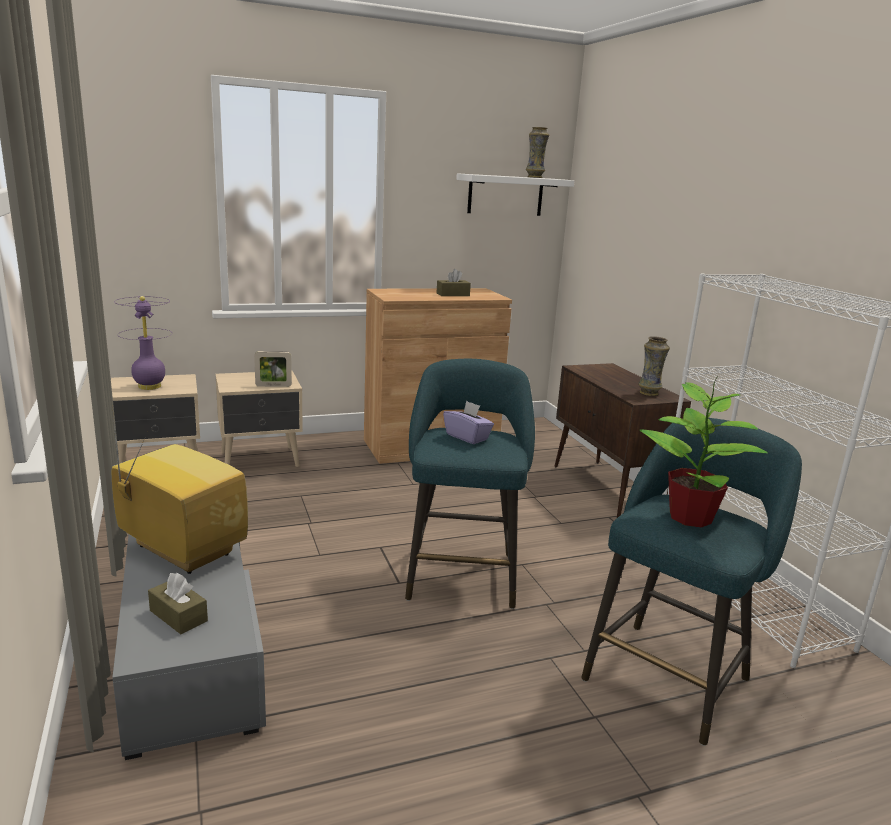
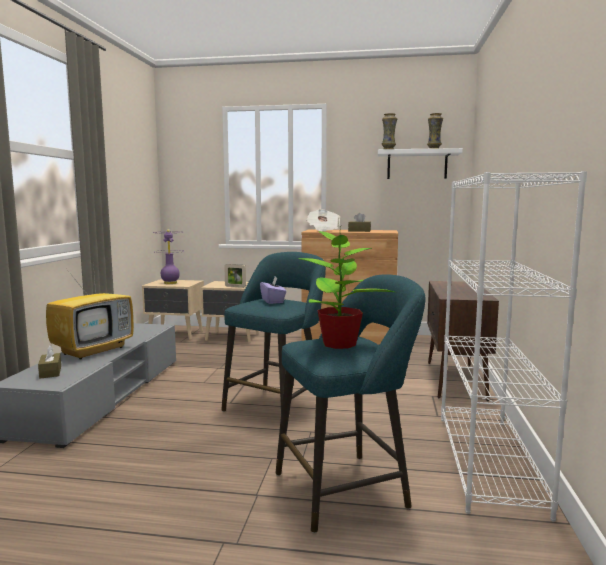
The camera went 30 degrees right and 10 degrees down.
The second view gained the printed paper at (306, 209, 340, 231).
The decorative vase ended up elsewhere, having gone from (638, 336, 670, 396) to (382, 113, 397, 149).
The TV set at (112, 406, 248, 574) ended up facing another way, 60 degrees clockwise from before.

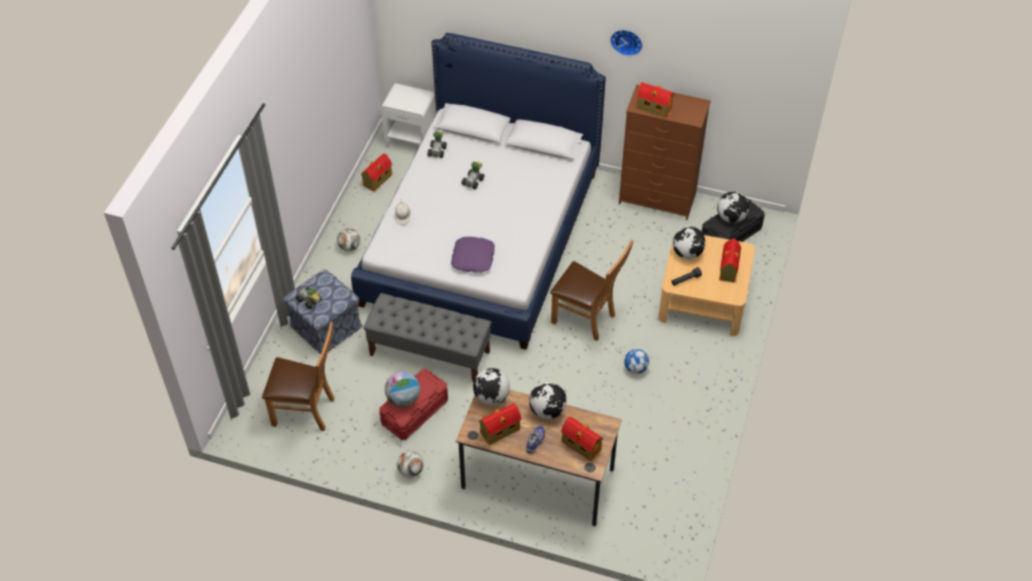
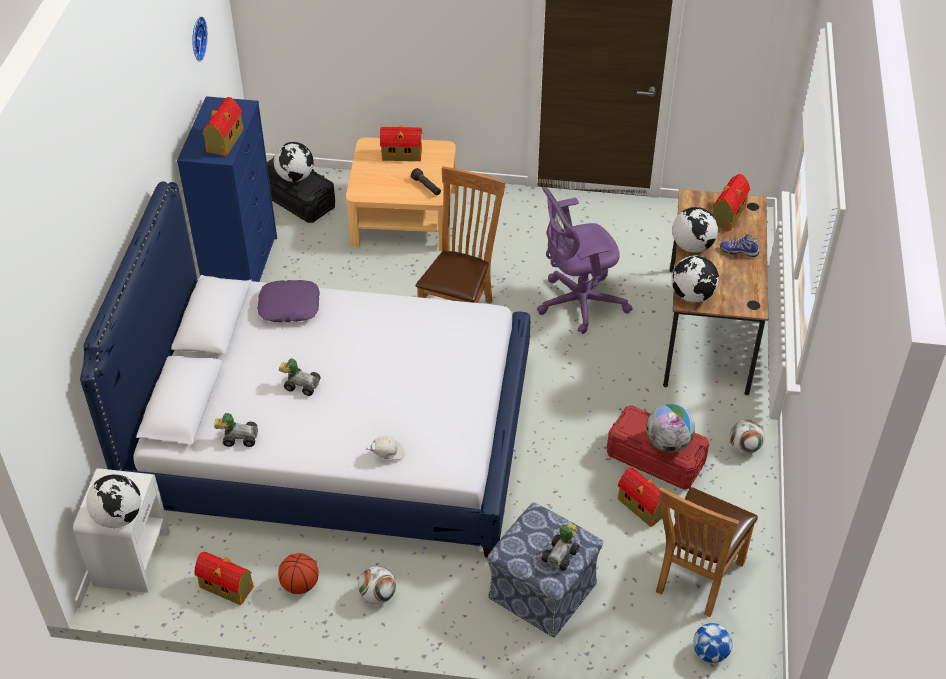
The camera went 100 degrees left and 5 degrees down.
The second view lost the greyish bench at (363, 293, 492, 383).
The second view gained the basketball at (278, 553, 318, 594).
The second view gained the purplish computer chair at (537, 187, 633, 334).
The purplish pillow ended up elsewhere, having gone from (451, 237, 495, 273) to (257, 280, 320, 322).
The model house ended up elsewhere, having gone from (479, 404, 521, 445) to (618, 467, 662, 527).
The hanging clock ended up elsewhere, having gone from (610, 30, 643, 56) to (192, 16, 208, 62).
The ball for football ended up elsewhere, having gone from (624, 349, 649, 374) to (693, 623, 733, 663).
The desk globe ended up elsewhere, having gone from (672, 226, 705, 259) to (86, 475, 141, 528).
What was the brownish dresser at (619, 85, 711, 220) turned into the bluish dresser at (177, 96, 277, 282).
The brownish upright chair at (262, 322, 335, 431) ended up facing another way, 150 degrees counterclockwise from before.

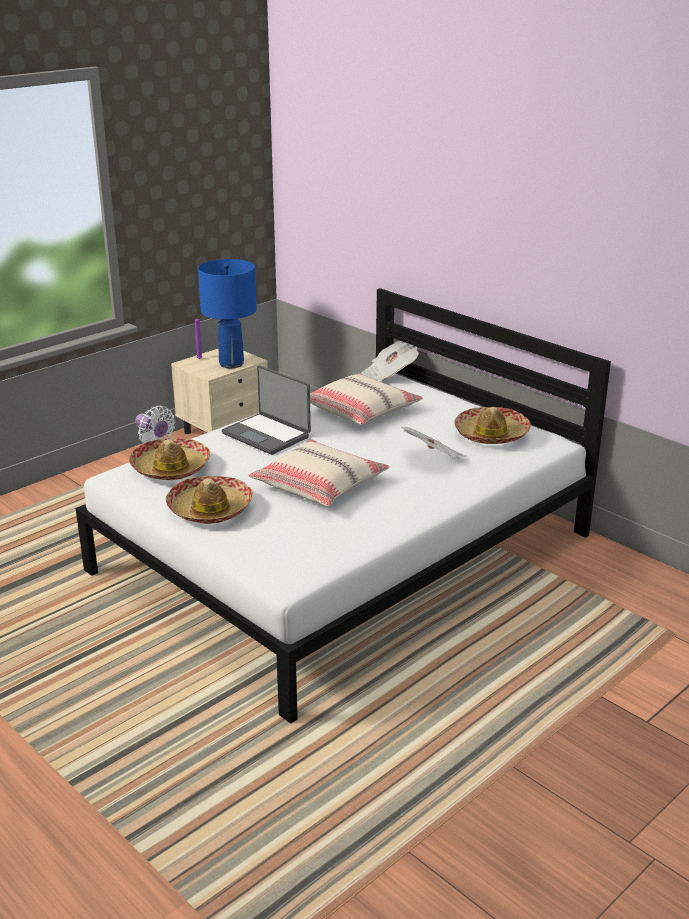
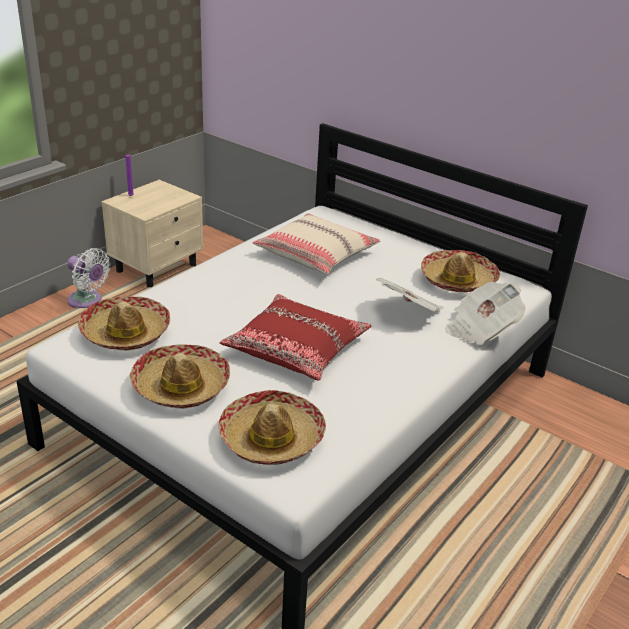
The camera went 10 degrees left and 5 degrees up.
The second view lost the bluish table lamp at (198, 259, 257, 368).
The second view lost the portable computer at (222, 365, 311, 455).
The second view gained the hat at (219, 390, 326, 465).
The printed paper ended up elsewhere, having gone from (361, 341, 419, 382) to (445, 282, 525, 345).
What was the beige-coloured pillow at (248, 440, 390, 507) turned into the red-coloured pillow at (220, 294, 372, 381).

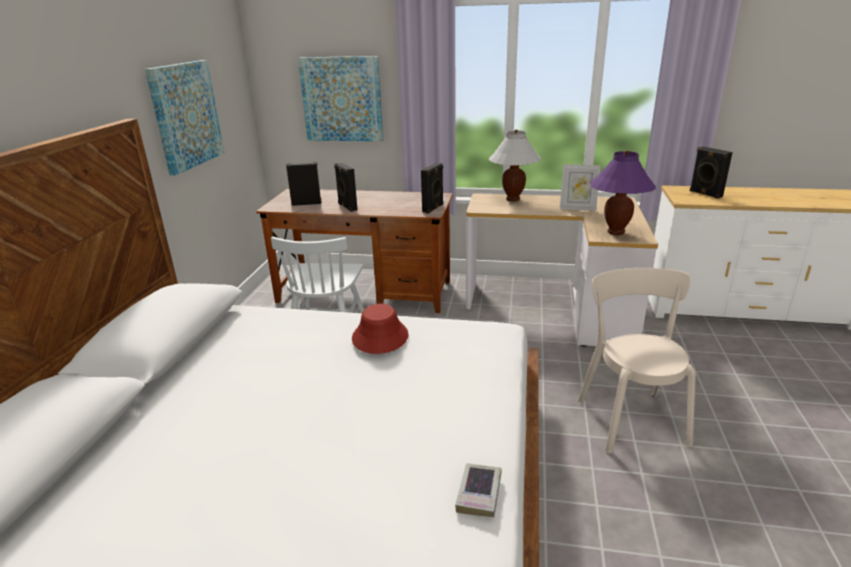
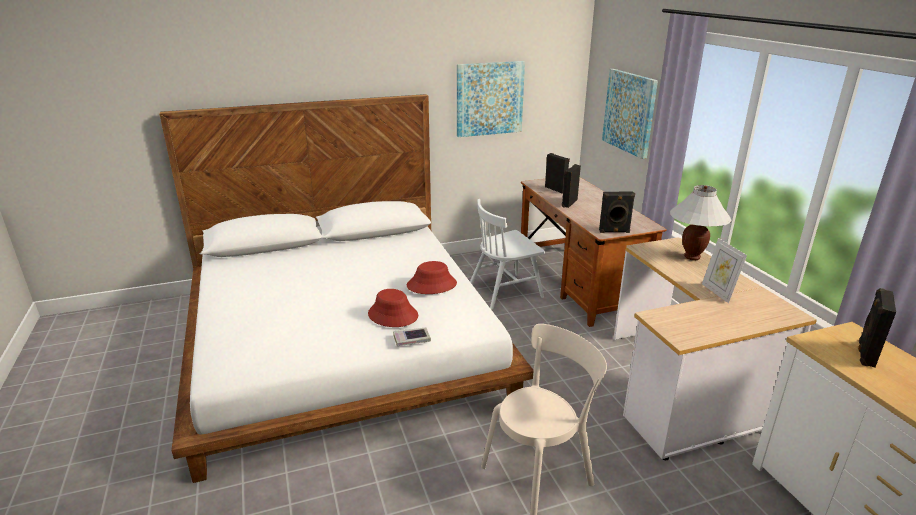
The camera went 60 degrees right and 0 degrees up.
The second view lost the purplish table lamp at (589, 150, 656, 235).
The second view gained the red-coloured hat at (368, 289, 418, 327).
The bound book ended up elsewhere, having gone from (455, 463, 502, 517) to (393, 328, 431, 346).

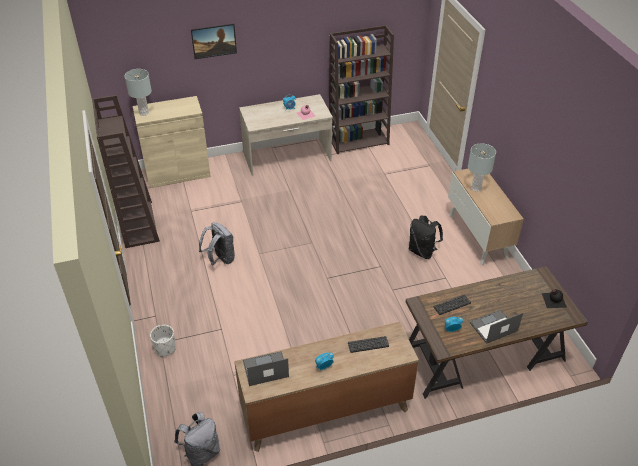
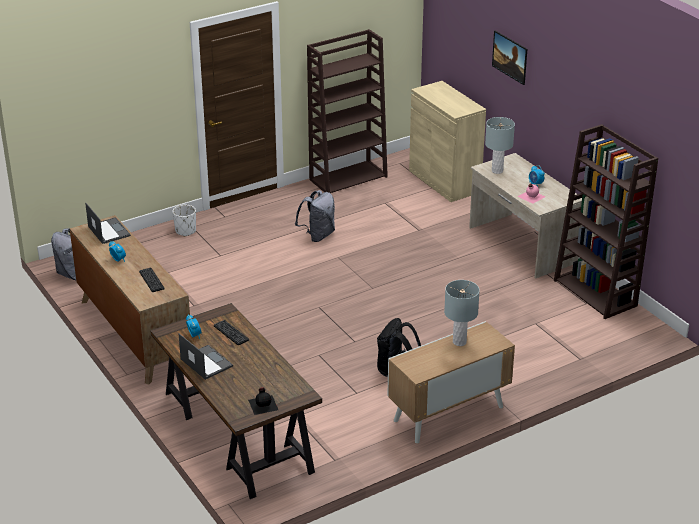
The camera went 75 degrees right and 10 degrees down.
The greyish table lamp ended up elsewhere, having gone from (125, 69, 152, 116) to (485, 117, 515, 174).

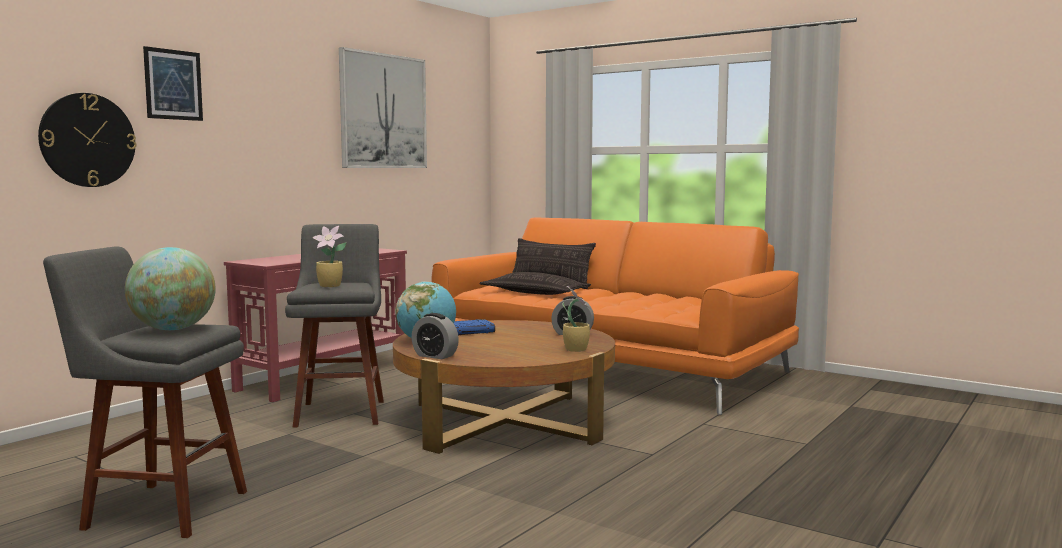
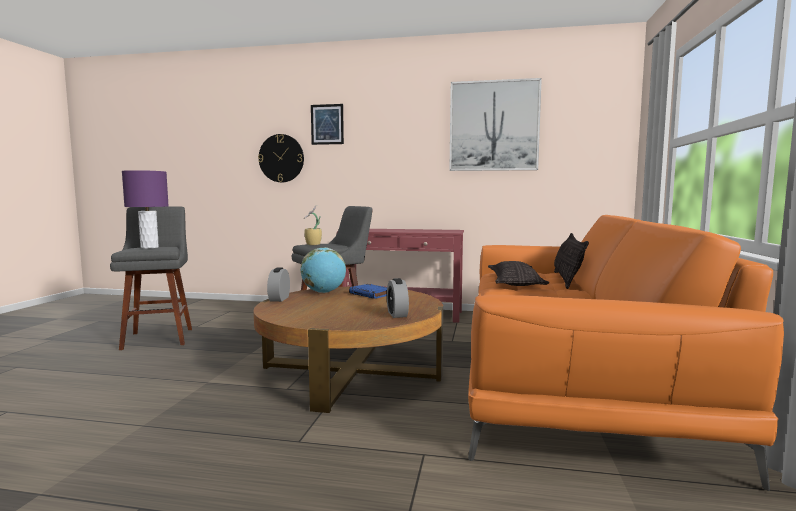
The camera went 65 degrees right and 0 degrees up.
The second view lost the potted plant at (562, 286, 592, 352).
Where the desk globe stood at (125, 247, 216, 330), the purplish table lamp came to stand at (122, 170, 169, 249).

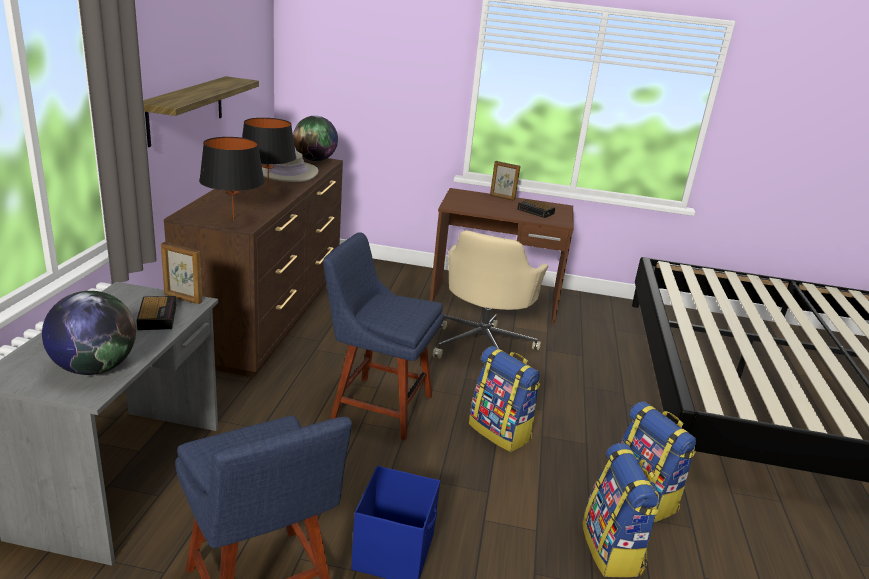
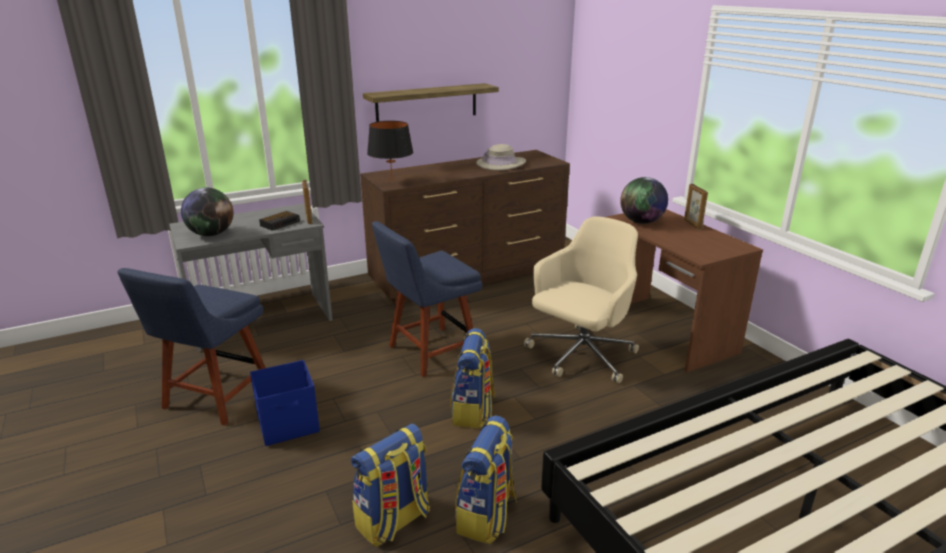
The camera went 55 degrees right and 0 degrees up.
The second view lost the black-coloured table lamp at (242, 118, 296, 192).
The second view lost the bedside clock at (518, 199, 555, 218).
The desk globe ended up elsewhere, having gone from (293, 116, 338, 161) to (620, 177, 668, 224).
The bluish upright chair at (323, 232, 444, 441) ended up facing another way, 105 degrees counterclockwise from before.
The beige-coloured computer chair at (433, 230, 549, 358) ended up facing another way, 150 degrees clockwise from before.

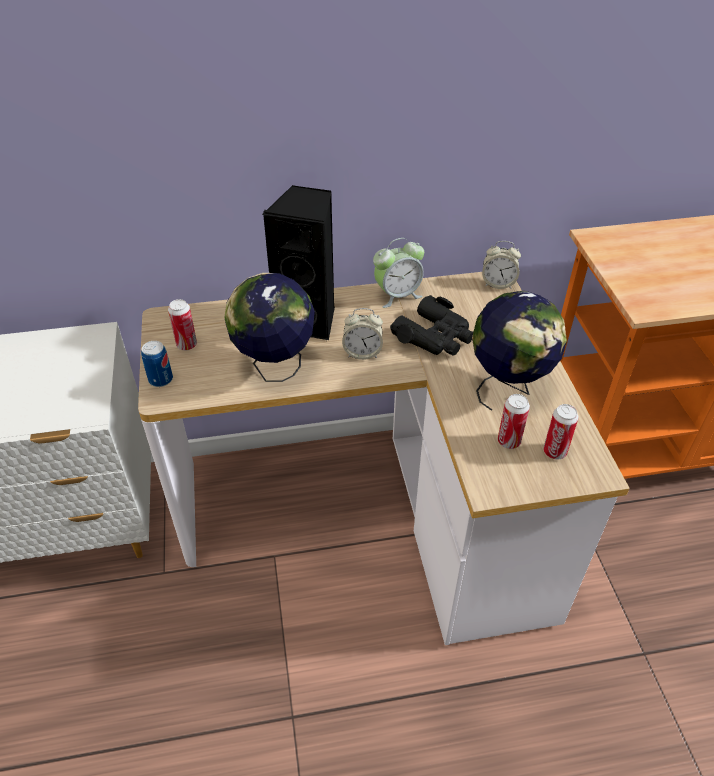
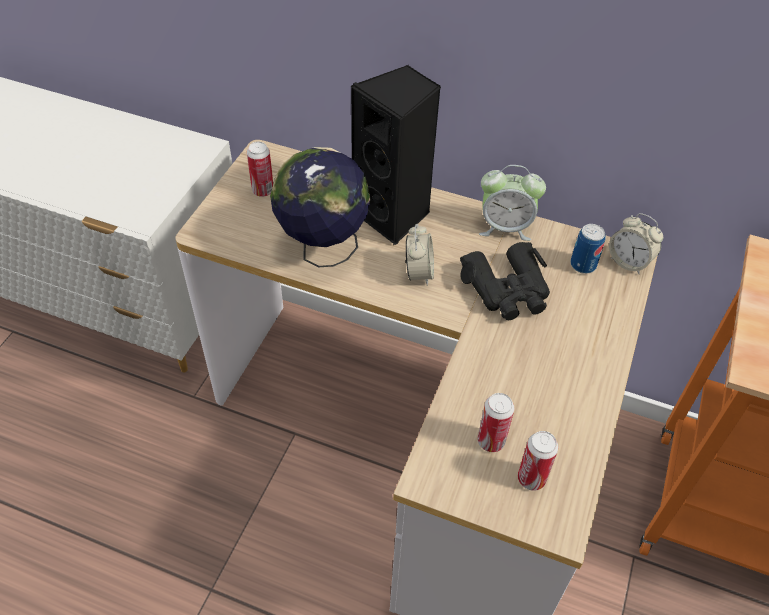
The camera went 30 degrees right and 5 degrees up.
The second view lost the desk globe at (472, 291, 567, 411).
The can ended up elsewhere, having gone from (141, 341, 173, 387) to (570, 224, 606, 274).
The bedside clock at (342, 308, 383, 360) ended up facing another way, 120 degrees counterclockwise from before.

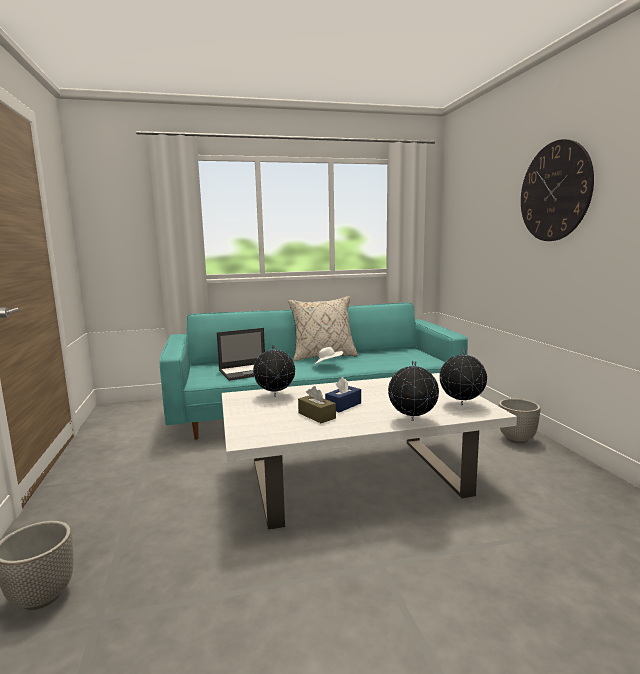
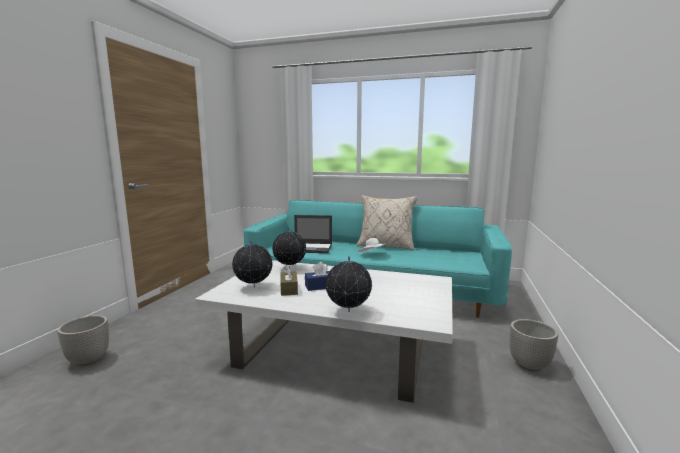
The camera went 30 degrees right and 0 degrees up.
The second view lost the hanging clock at (521, 139, 594, 241).
The desk globe ended up elsewhere, having gone from (439, 350, 487, 405) to (232, 240, 273, 288).

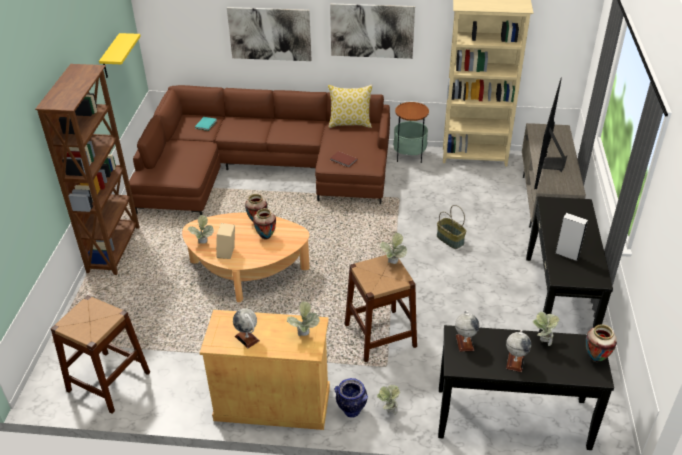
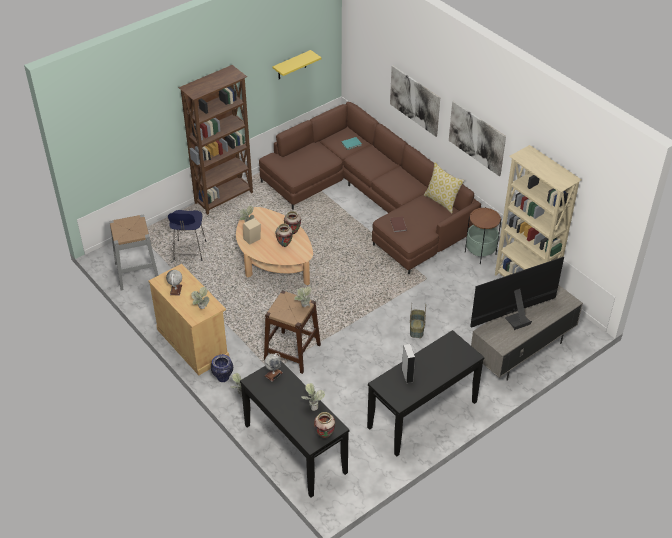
The camera went 45 degrees right and 5 degrees up.
The second view lost the desk globe at (506, 330, 531, 372).
The second view gained the bluish stool at (168, 210, 206, 261).
What was the brownish stool at (51, 295, 150, 414) turned into the greyish stool at (109, 215, 158, 290).

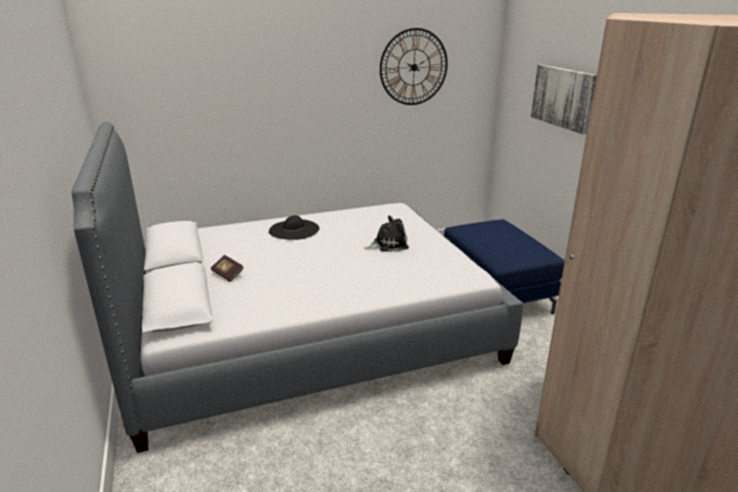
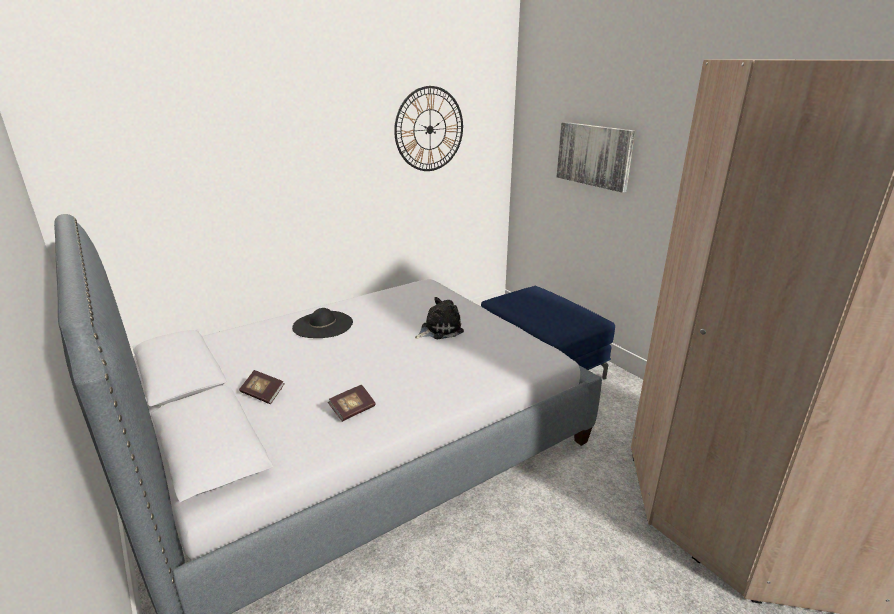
The camera went 15 degrees left and 0 degrees up.
The second view gained the bound book at (328, 385, 376, 422).

